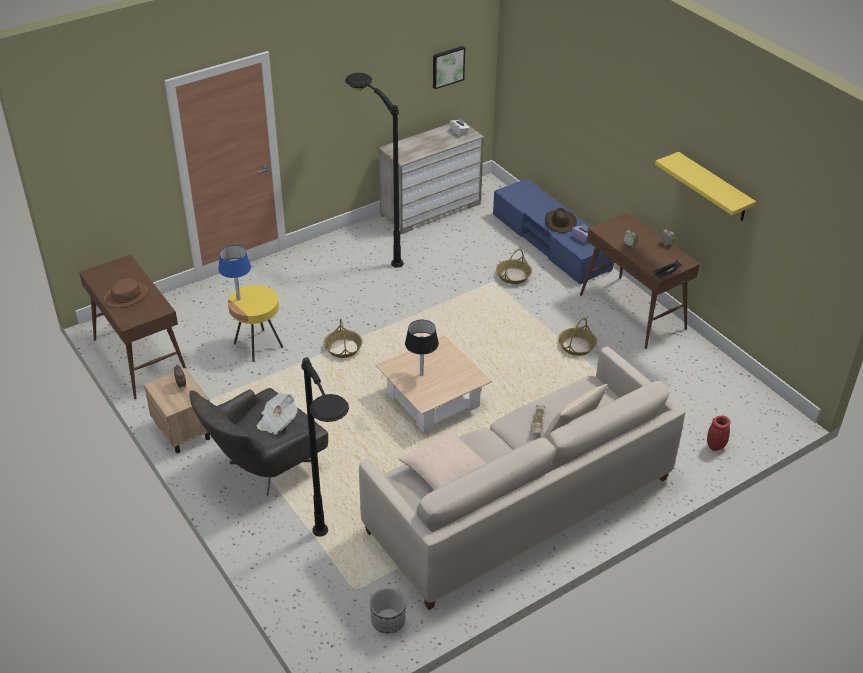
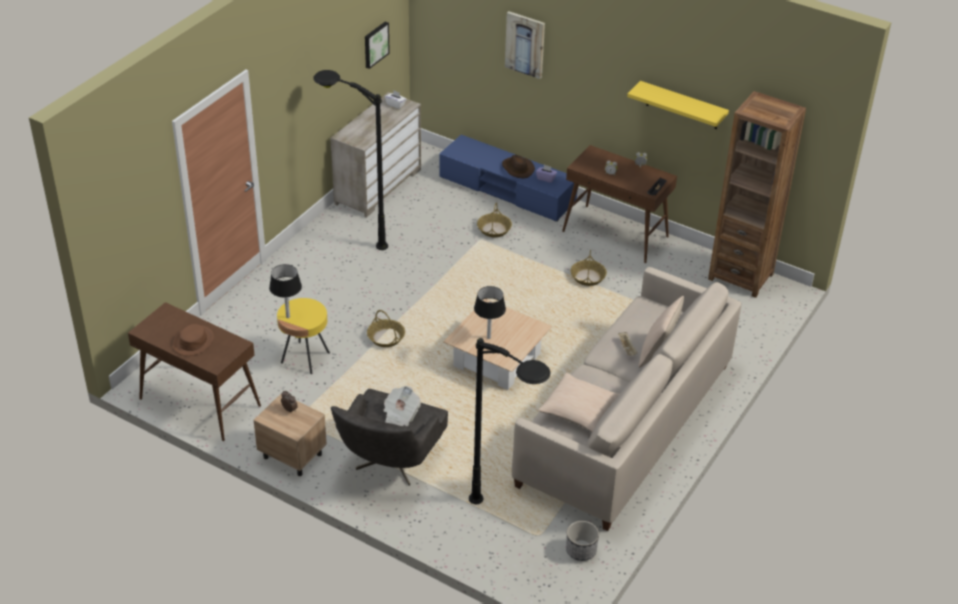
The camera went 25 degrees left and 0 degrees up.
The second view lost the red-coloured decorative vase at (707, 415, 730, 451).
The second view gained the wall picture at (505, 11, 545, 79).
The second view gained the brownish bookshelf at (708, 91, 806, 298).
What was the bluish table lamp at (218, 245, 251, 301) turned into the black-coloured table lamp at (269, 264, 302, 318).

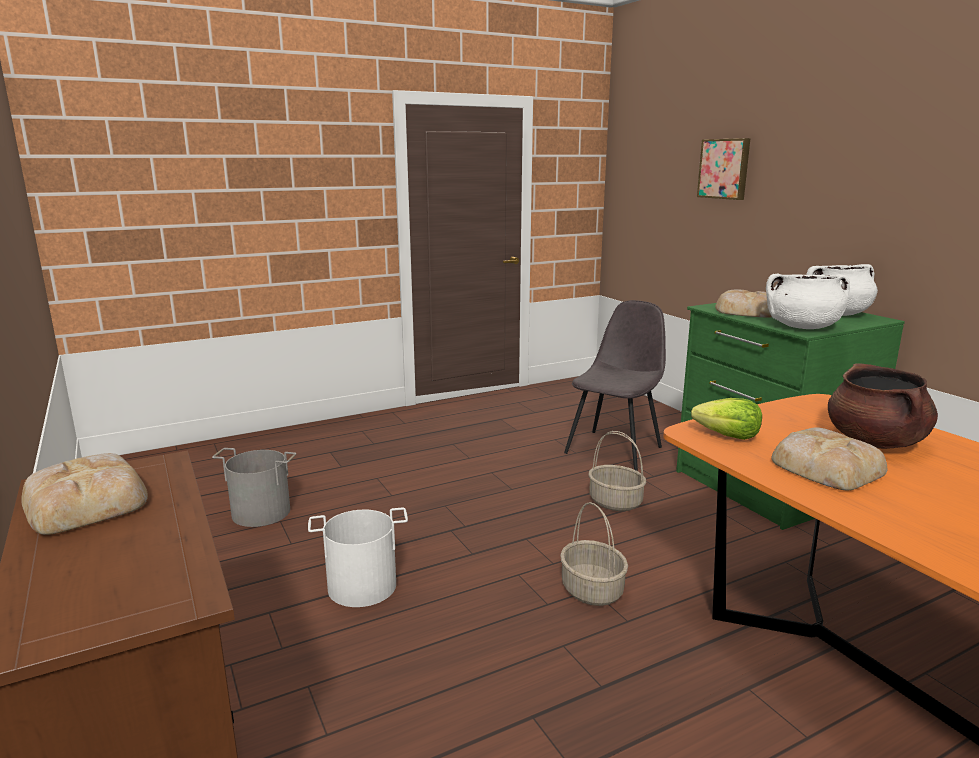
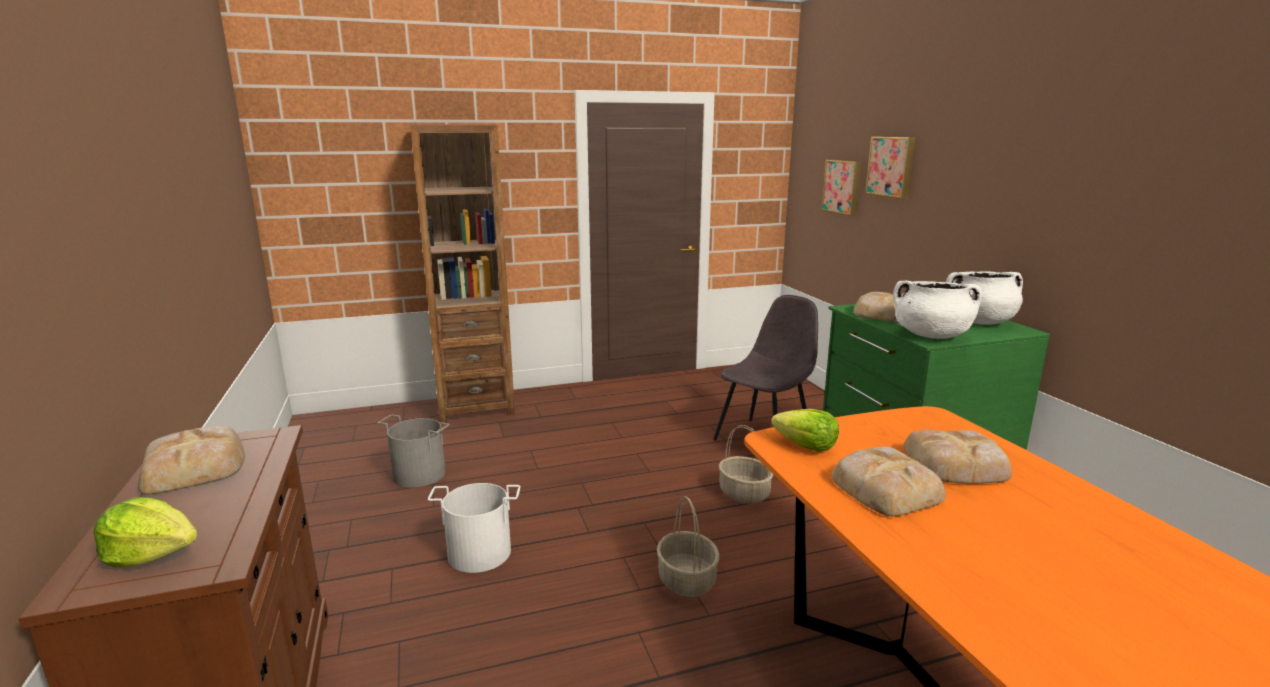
The camera went 10 degrees right and 0 degrees up.
The second view gained the lettuce at (94, 497, 198, 568).
The second view gained the brownish bookshelf at (410, 125, 515, 423).
The second view gained the wall picture at (821, 160, 862, 216).
Where the brownish saucepot stood at (828, 363, 938, 449), the baked bread came to stand at (903, 430, 1012, 484).

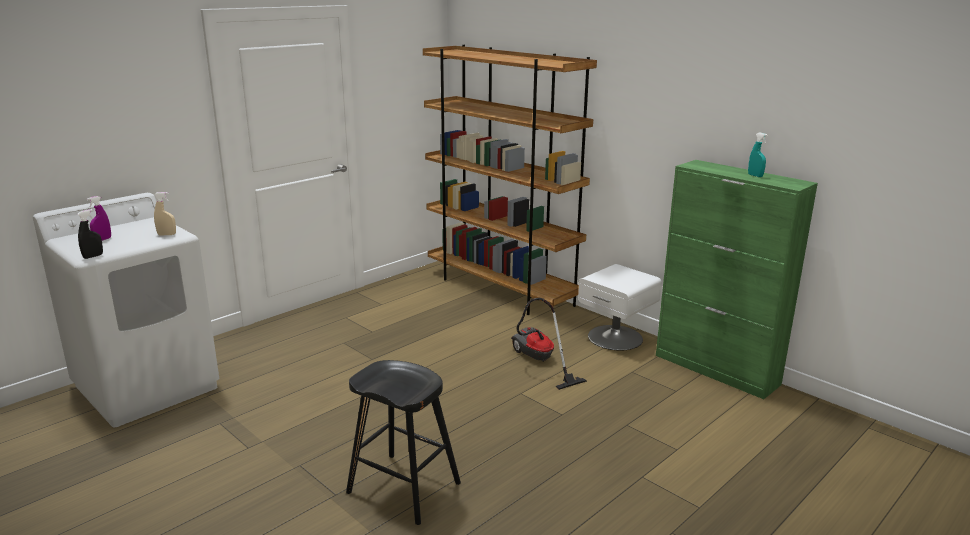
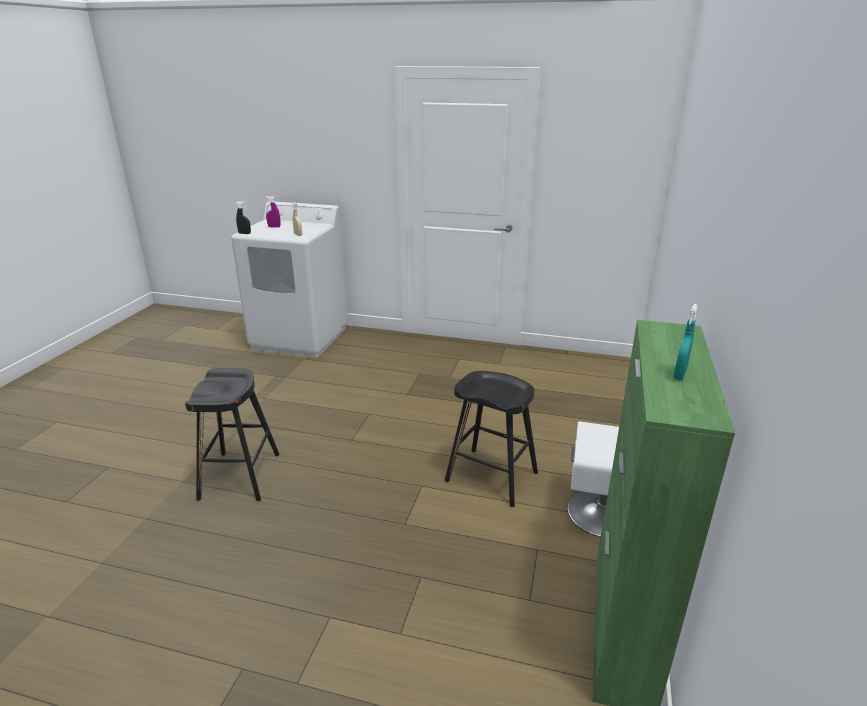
The camera went 60 degrees right and 5 degrees up.
The second view lost the brownish bookshelf at (423, 45, 597, 315).
Where the vacuum cleaner stood at (511, 298, 587, 390), the black-coloured stool came to stand at (445, 371, 538, 507).

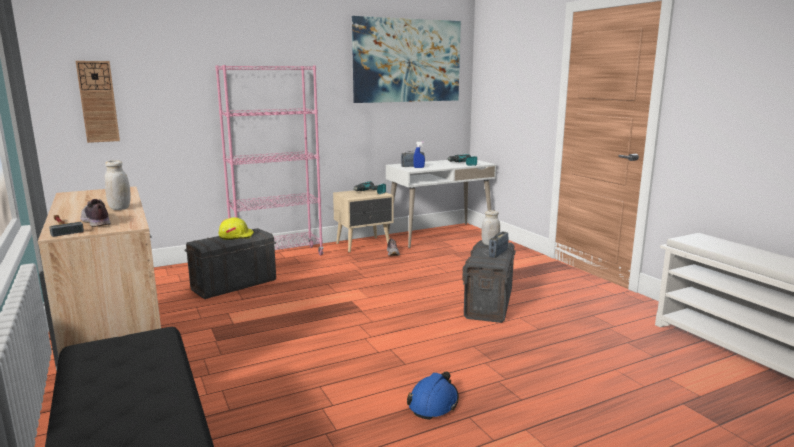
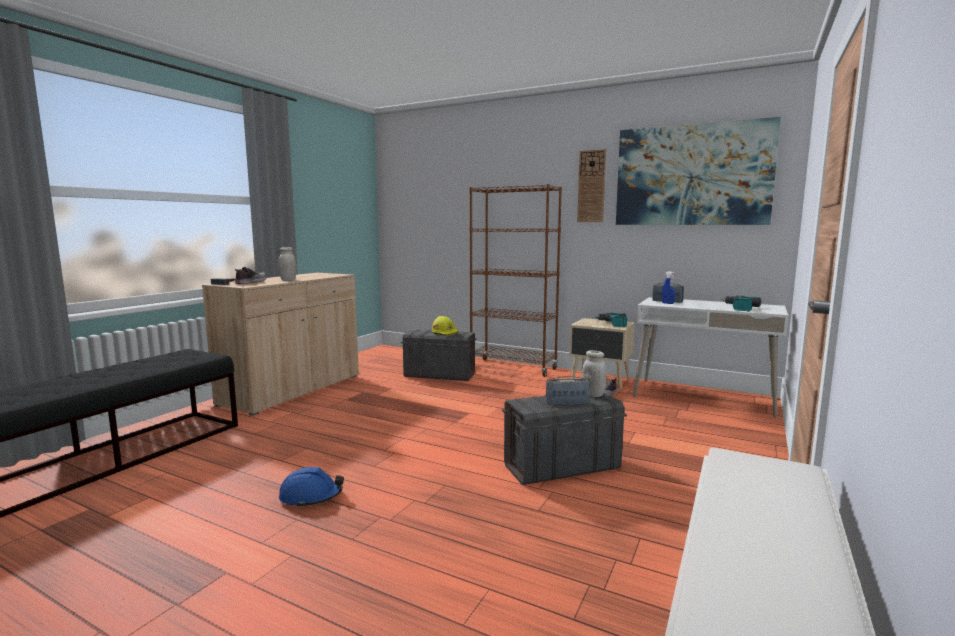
The camera went 55 degrees right and 5 degrees down.
The hanging clock ended up elsewhere, having gone from (76, 61, 120, 143) to (577, 149, 606, 222).
What was the pink-coloured bookshelf at (215, 65, 324, 255) turned into the brownish bookshelf at (469, 184, 562, 377).

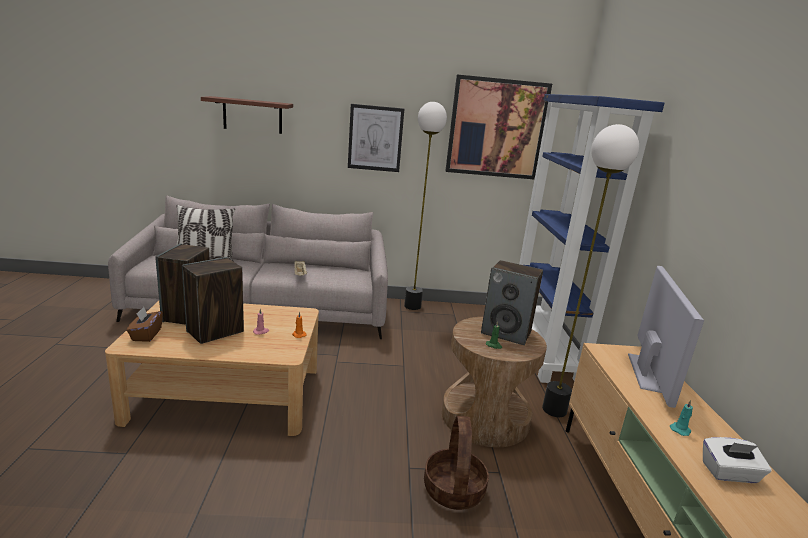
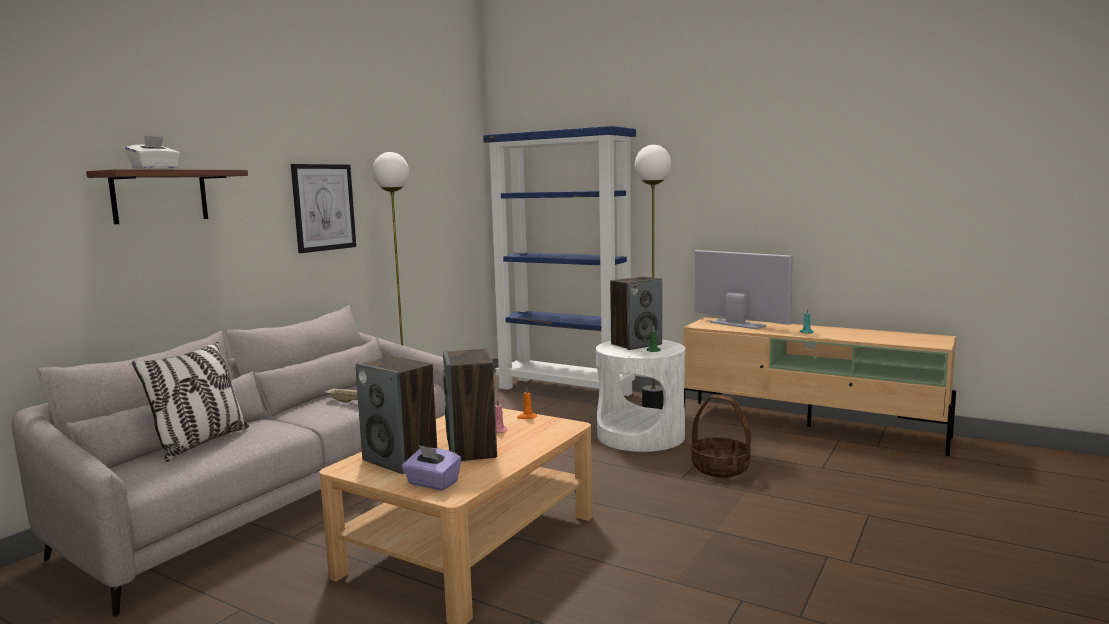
The camera went 55 degrees left and 10 degrees down.
The second view lost the wall picture at (445, 74, 552, 179).
The white-coloured tissue box ended up elsewhere, having gone from (703, 437, 772, 483) to (126, 136, 180, 169).
What was the brownish tissue box at (127, 307, 163, 342) turned into the purplish tissue box at (402, 445, 461, 491).
What was the brownish side table at (442, 317, 547, 447) turned into the white-coloured side table at (596, 340, 685, 452).

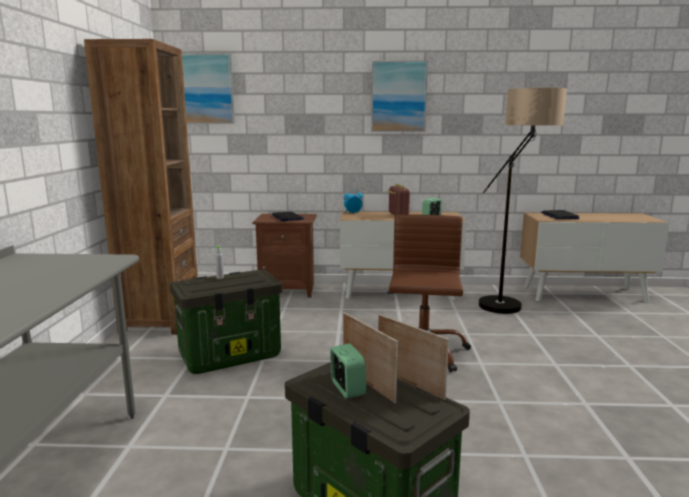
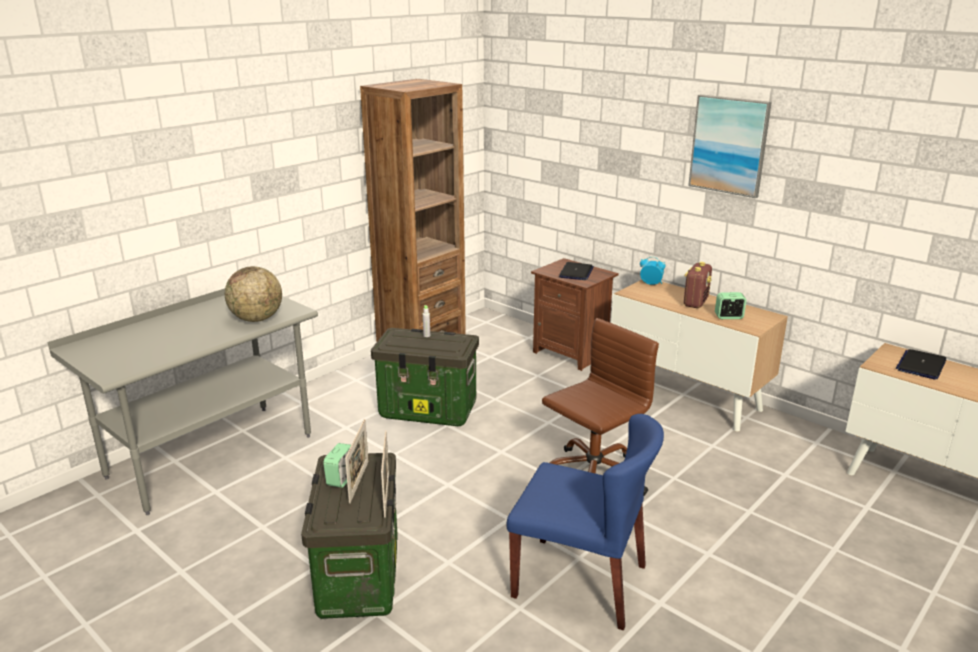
The camera went 40 degrees right and 10 degrees up.
The second view lost the wall picture at (182, 53, 235, 124).
The second view lost the floor lamp at (479, 88, 567, 314).
The second view gained the desk globe at (225, 266, 282, 322).
The second view gained the bluish upright chair at (506, 414, 664, 631).

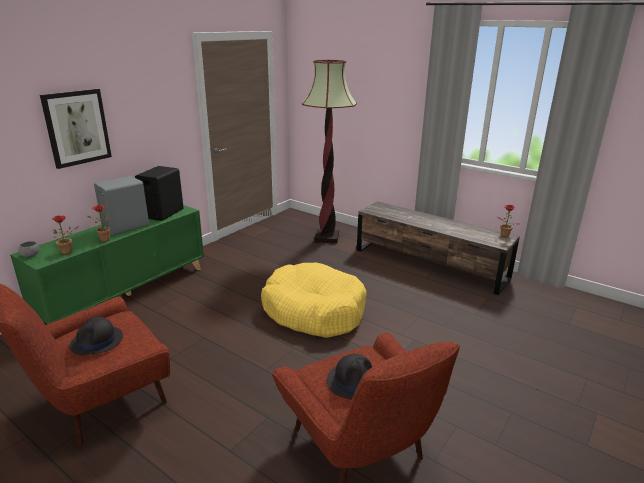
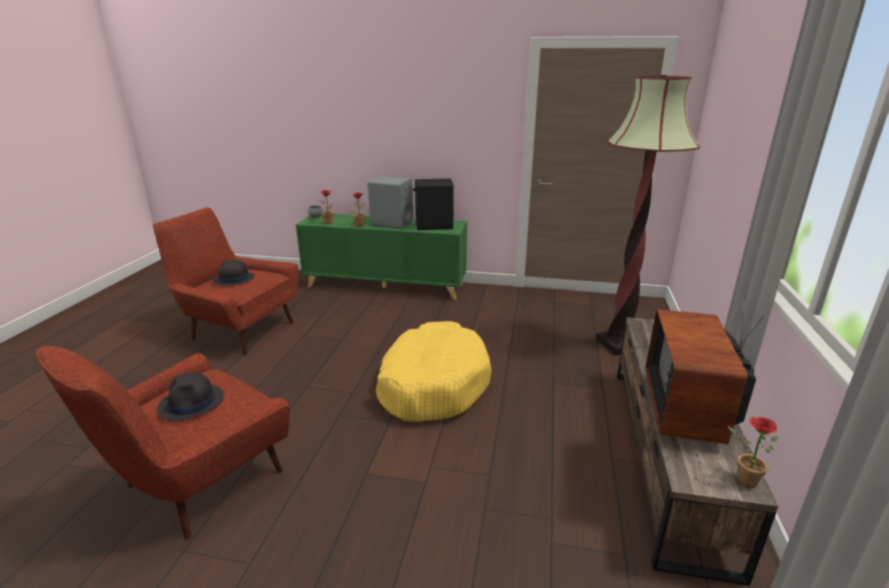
The camera went 65 degrees right and 0 degrees up.
The second view lost the wall picture at (40, 89, 112, 169).
The second view gained the TV set at (645, 293, 765, 444).

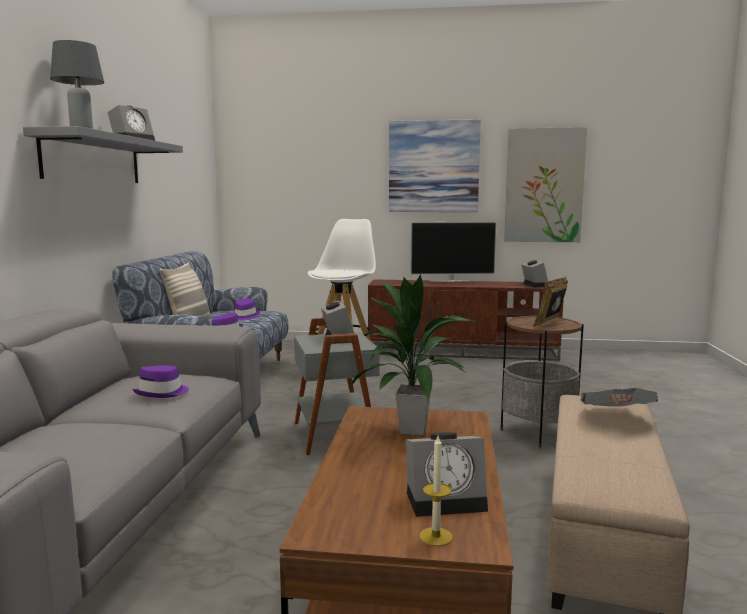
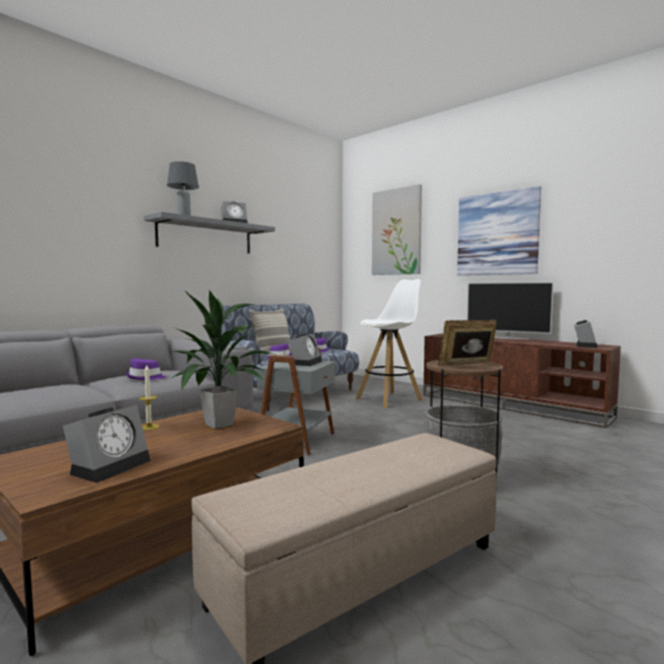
The camera went 35 degrees right and 5 degrees down.
The second view lost the printed paper at (580, 388, 659, 407).
The wax light ended up elsewhere, having gone from (419, 436, 453, 546) to (139, 365, 160, 431).
The wall picture ended up elsewhere, having gone from (504, 127, 587, 242) to (372, 184, 422, 275).
The bedside clock at (406, 432, 488, 517) ended up facing another way, 90 degrees counterclockwise from before.

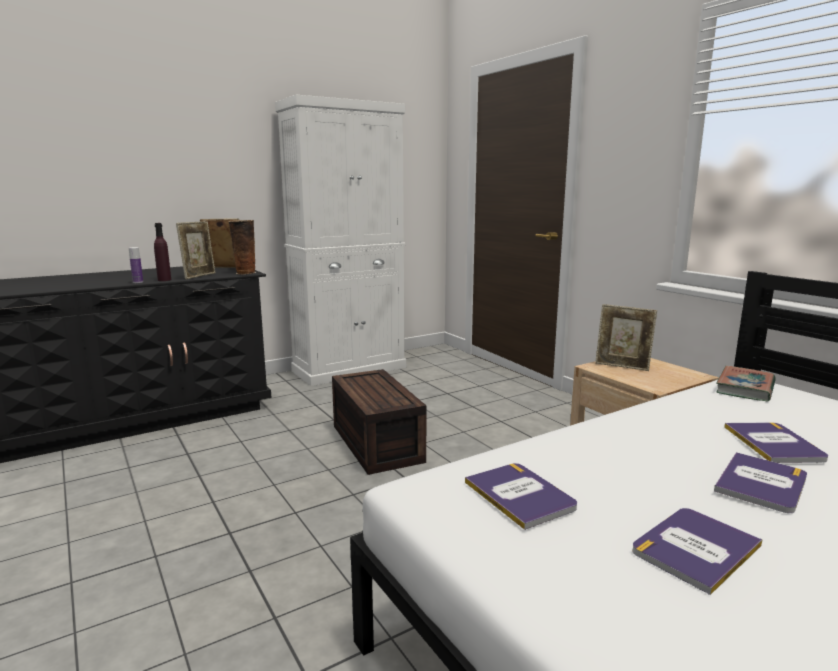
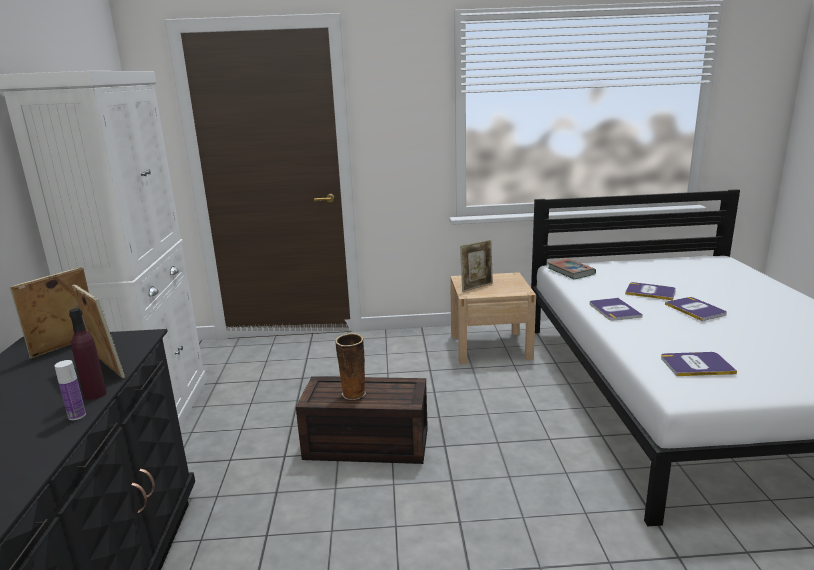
The camera went 60 degrees left and 5 degrees up.
The decorative vase ended up elsewhere, having gone from (228, 220, 257, 274) to (335, 333, 366, 400).
The bound book ended up elsewhere, having gone from (632, 508, 762, 595) to (589, 298, 643, 321).

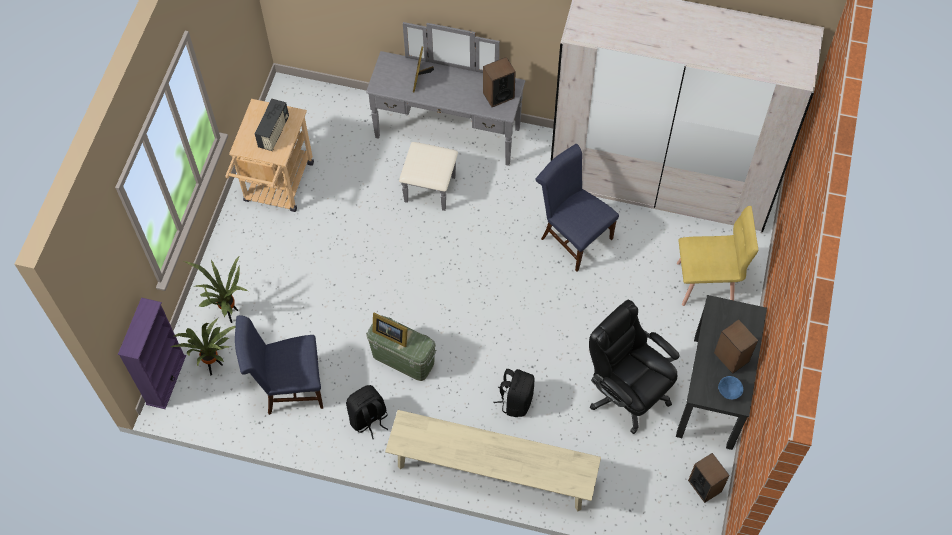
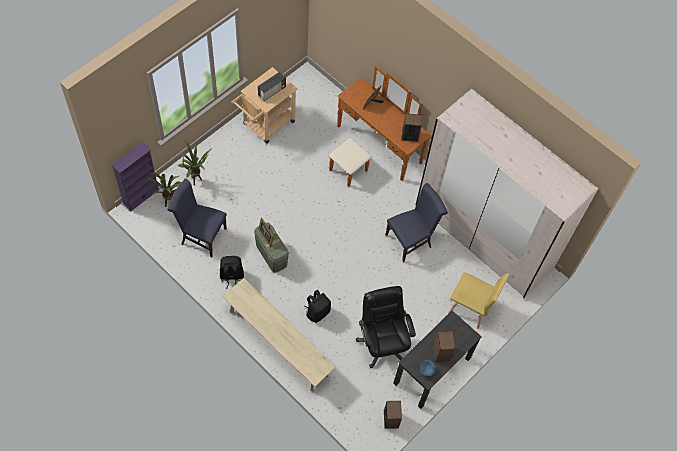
The camera went 25 degrees right and 0 degrees up.
What was the greyish dresser at (366, 22, 525, 211) turned into the brownish dresser at (329, 66, 431, 187).
The bluish upright chair at (535, 144, 619, 272) ended up facing another way, 75 degrees clockwise from before.

